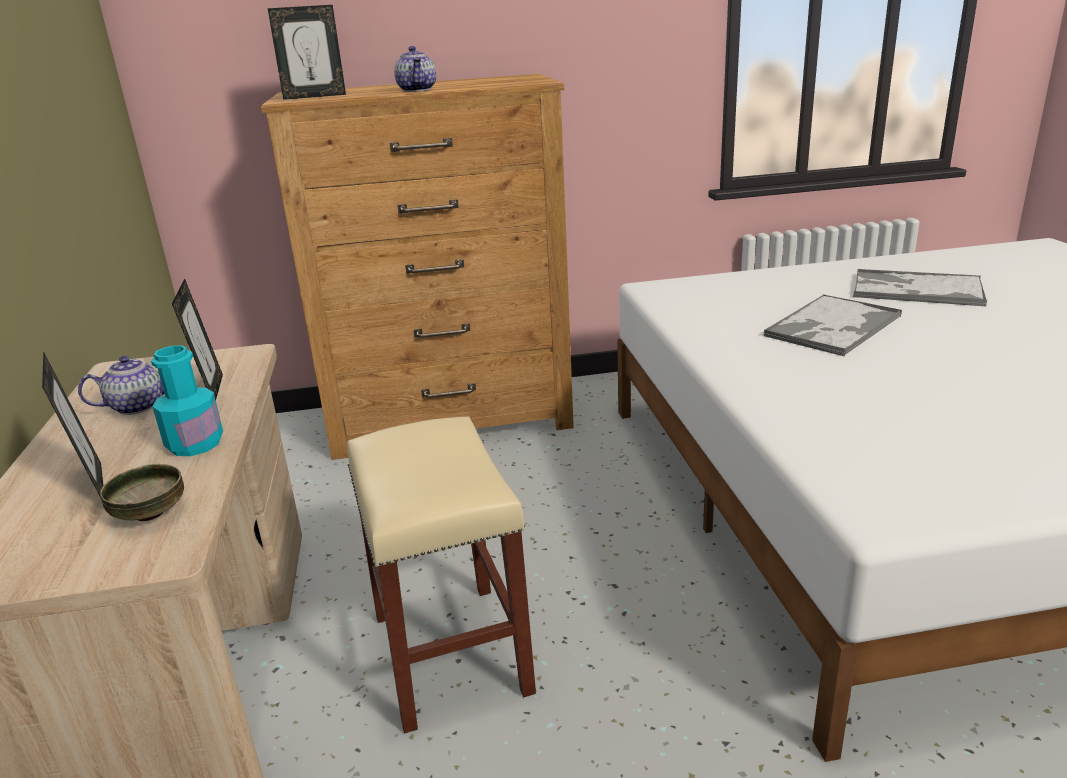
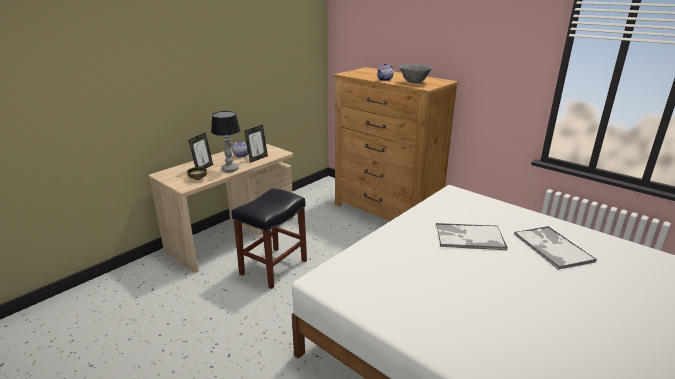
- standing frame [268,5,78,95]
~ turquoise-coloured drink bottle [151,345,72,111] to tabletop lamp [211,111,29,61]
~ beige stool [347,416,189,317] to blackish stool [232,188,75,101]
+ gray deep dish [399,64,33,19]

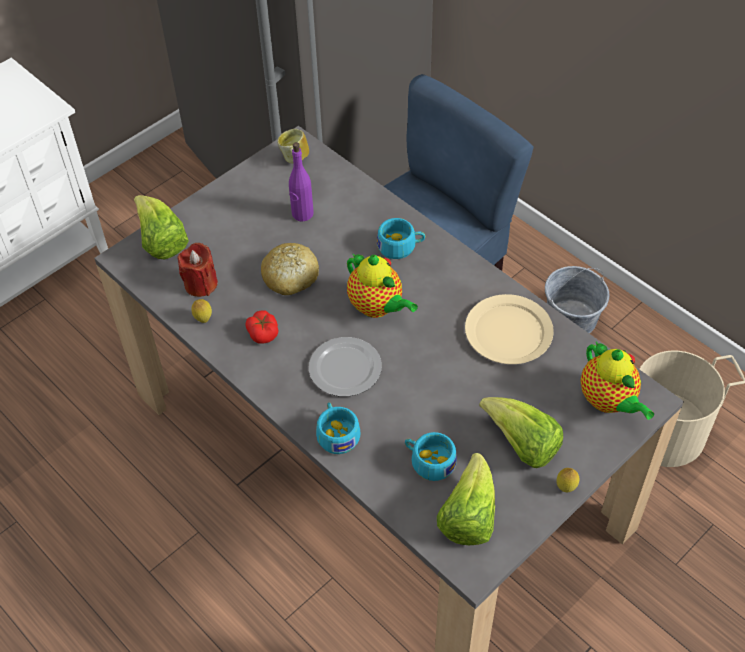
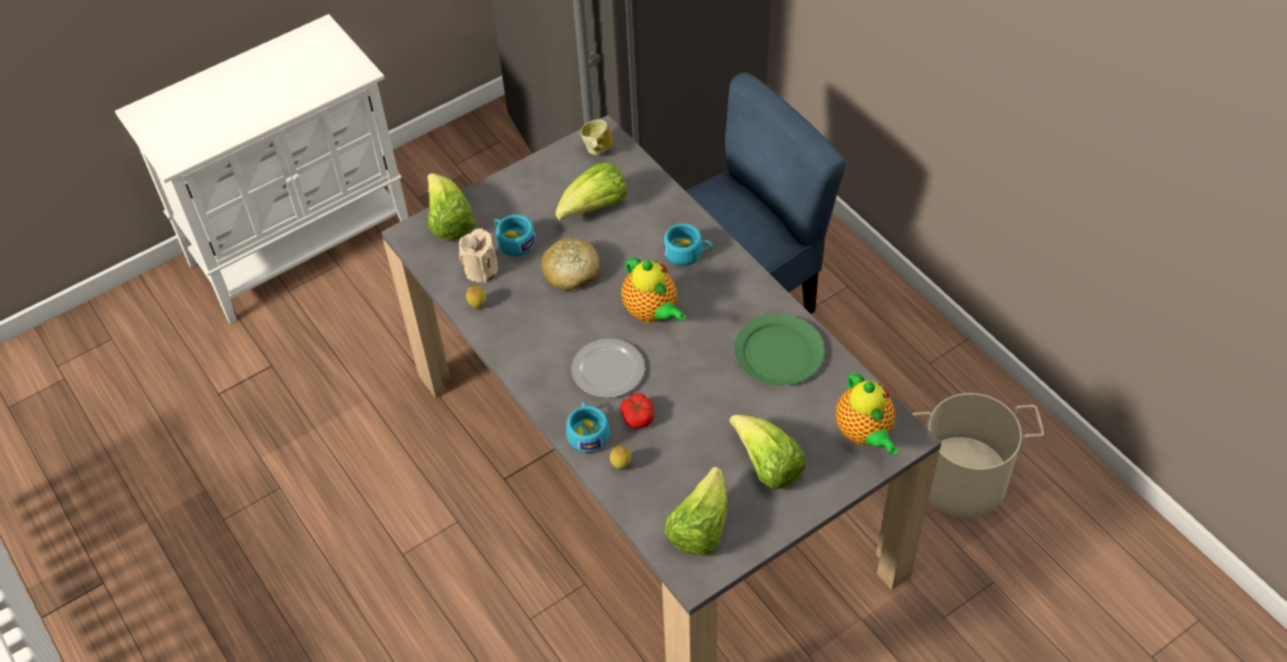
~ purple drink bottle [289,142,25,79] to head of lettuce [555,162,73,58]
~ red candle [178,243,40,54] to beige candle [459,228,39,54]
- gray bucket [545,266,64,68]
~ beige flat dish [465,294,89,70] to green flat dish [734,314,90,72]
~ tomato [245,310,34,34] to [620,393,34,36]
~ turquoise-coloured drinking cup [405,432,52,49] to [494,215,42,41]
~ citrus fruit [556,468,23,24] to [610,445,21,24]

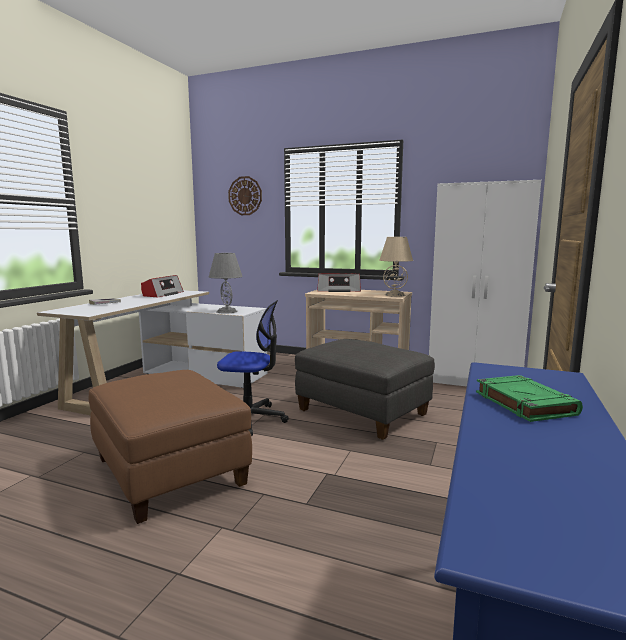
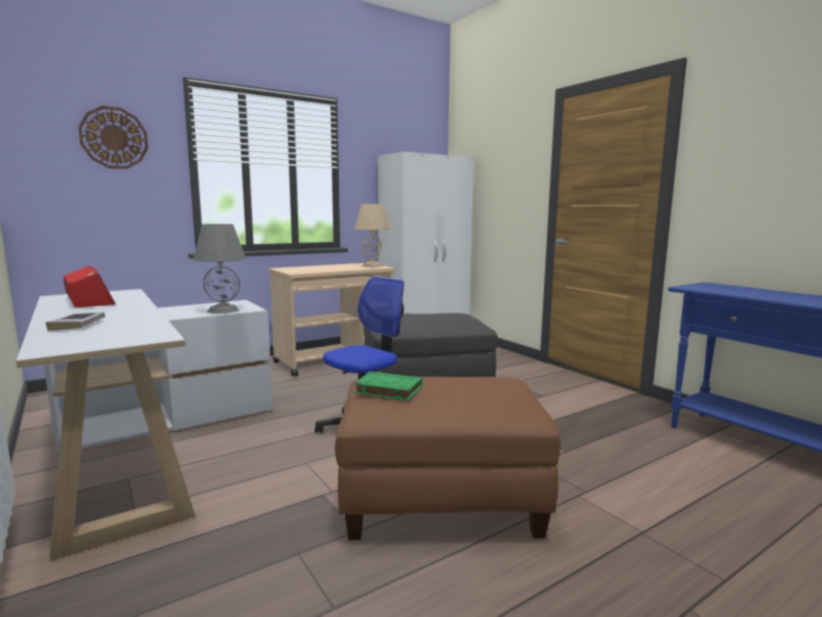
- radio set [317,274,44,18]
~ green bound book [476,375,107,47] to [354,372,68,29]

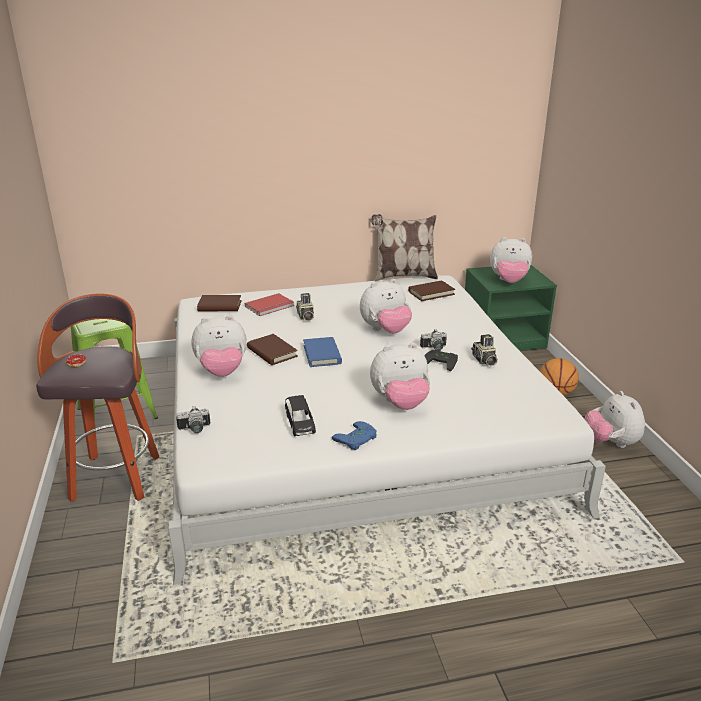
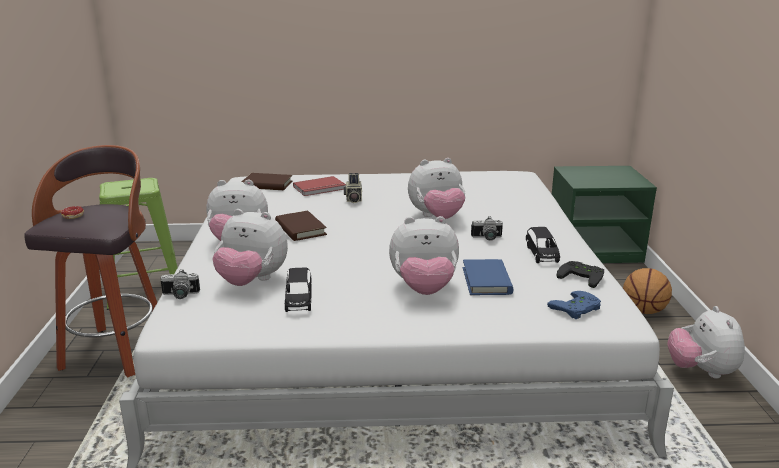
- cushion [372,214,66,67]
~ soft toy [490,237,42,46] to [212,209,76,77]
- brown-coloured bound book [408,280,47,21]
~ still camera [471,334,27,32] to blackish model car [526,227,34,36]
~ blue bound book [303,337,39,30] to [463,259,50,36]
~ blackish joypad [424,350,34,21] to [556,261,48,27]
~ blue joypad [332,421,45,29] to [547,291,54,28]

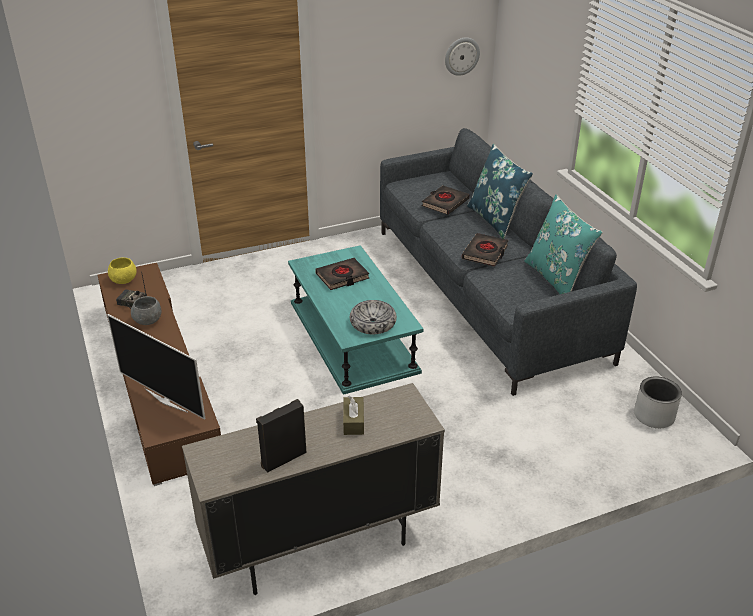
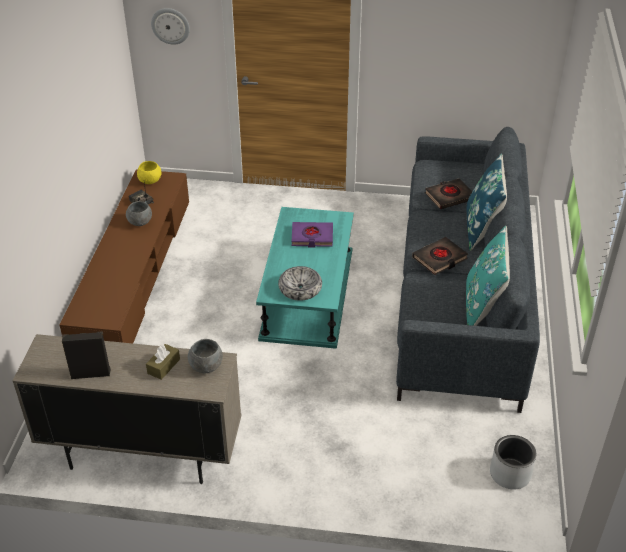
~ hanging clock [445,37,35,39] to [151,8,39,37]
~ blackish bound book [315,258,54,32] to purple bound book [292,222,41,26]
- TV [107,314,98,106]
+ gray deep dish [188,339,35,34]

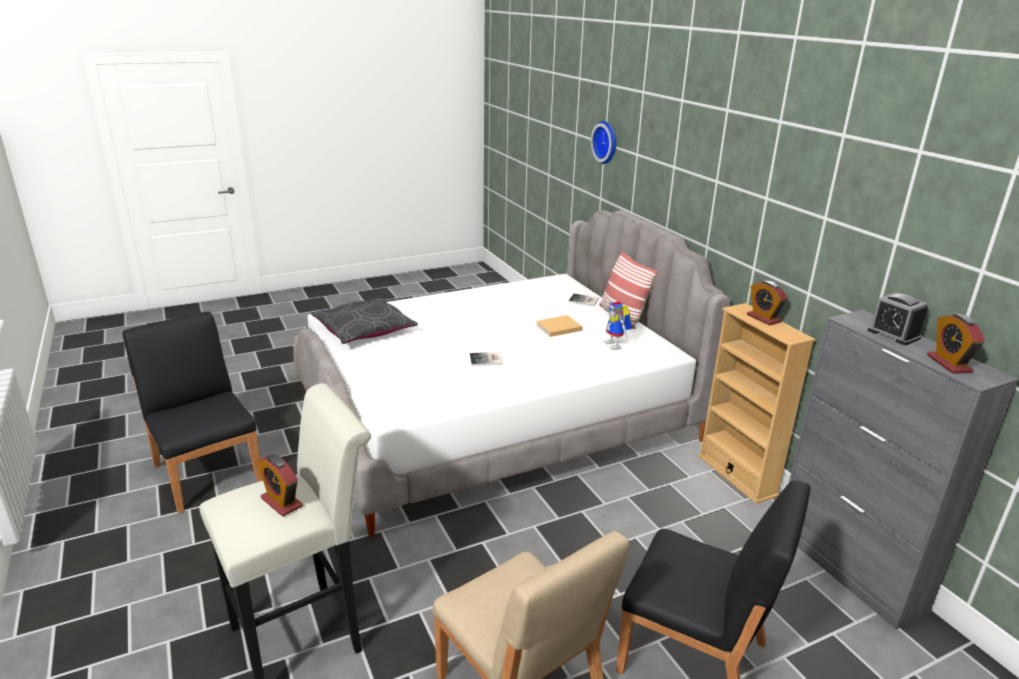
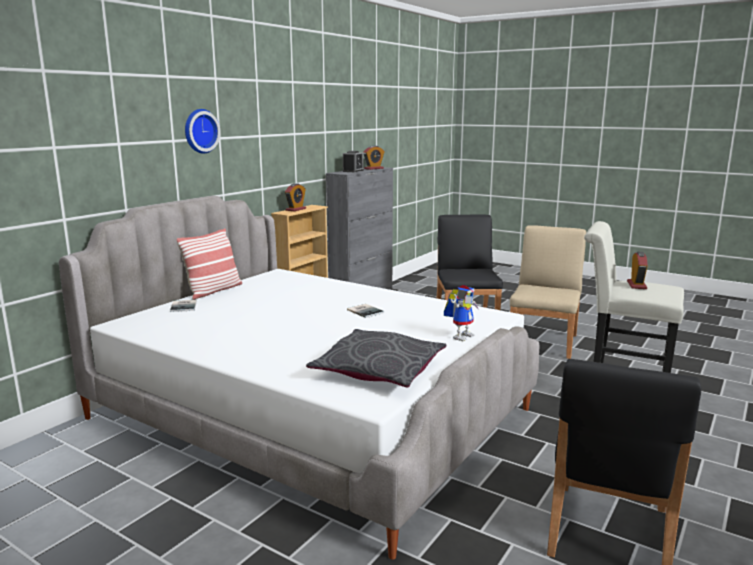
~ hanging clock [591,121,26,43] to [185,109,35,45]
~ toy robot [604,300,28,50] to [444,285,34,56]
- beige bound book [536,315,47,22]

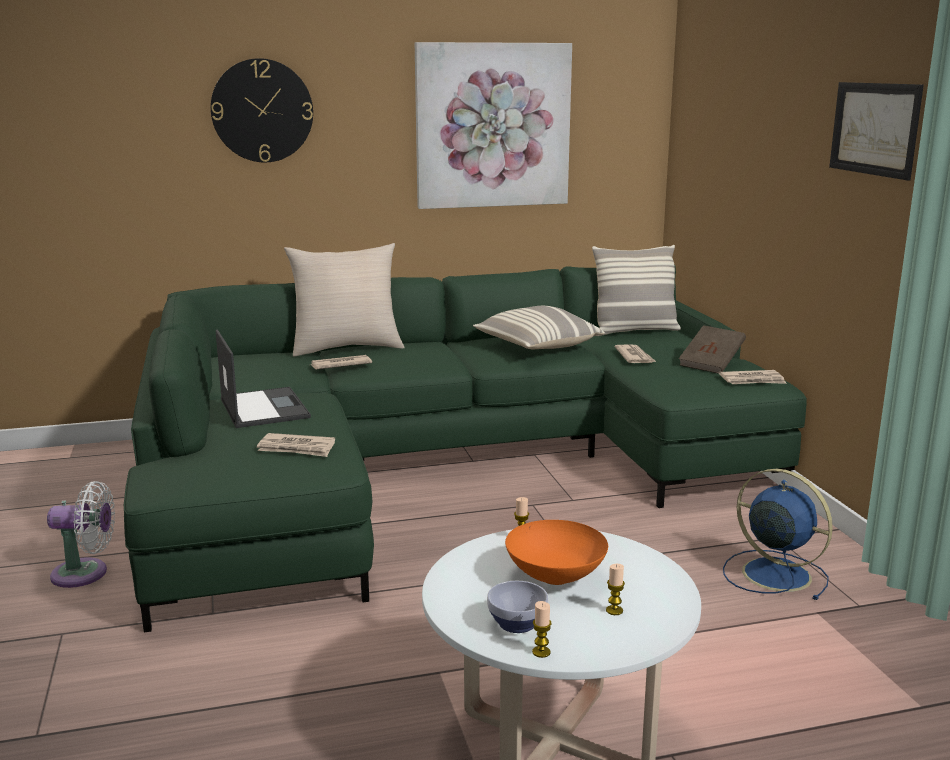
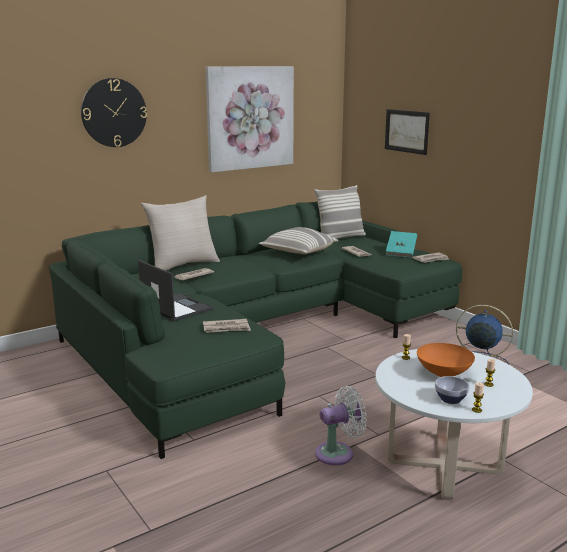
~ wall picture [829,82,95,98] to [385,109,45,46]
~ brown-coloured bound book [679,325,67,49] to turquoise-coloured bound book [386,231,31,27]
~ white-coloured electric fan [47,481,68,107] to [315,386,52,79]

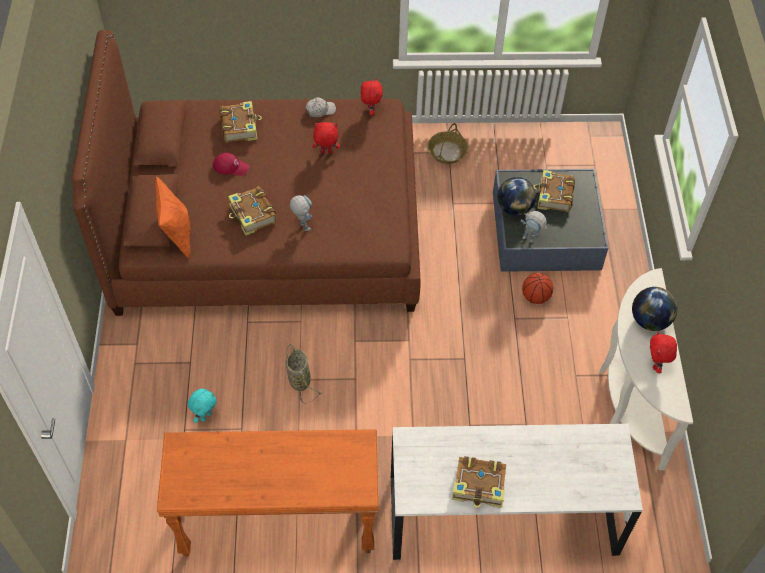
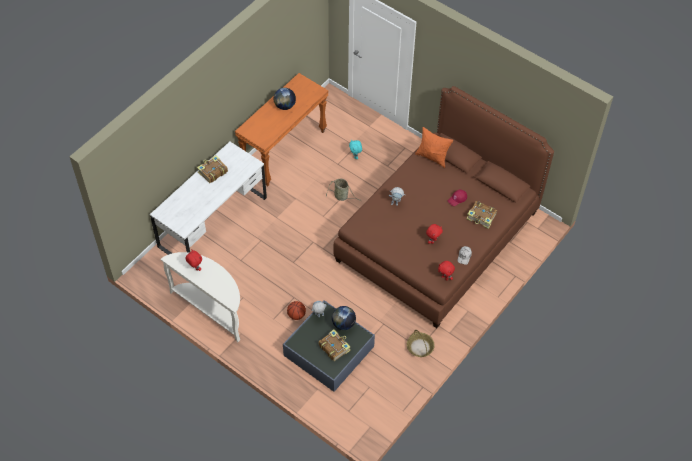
- bound book [228,187,49,49]
~ globe [632,287,46,44] to [274,88,22,22]

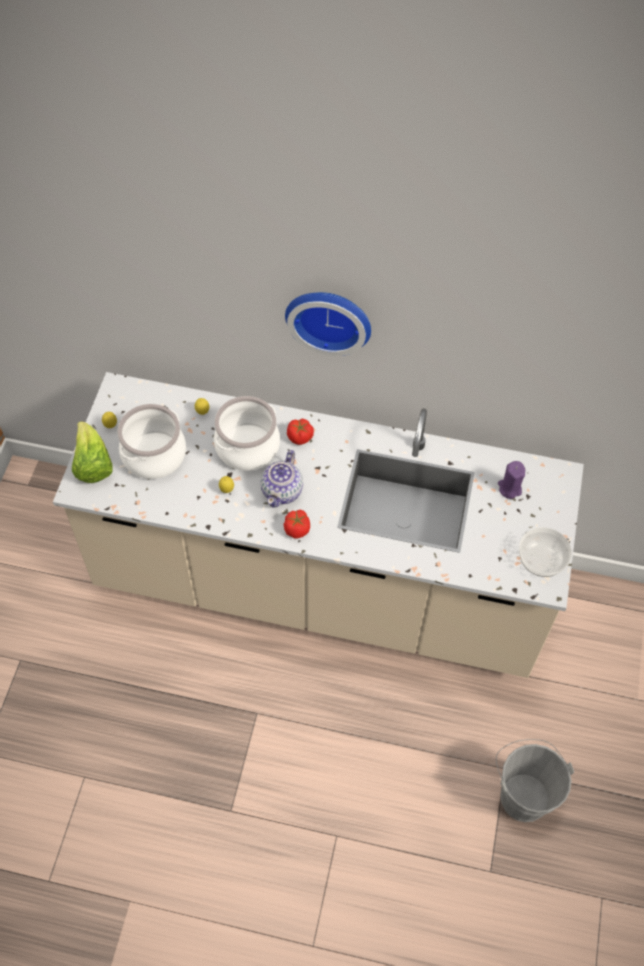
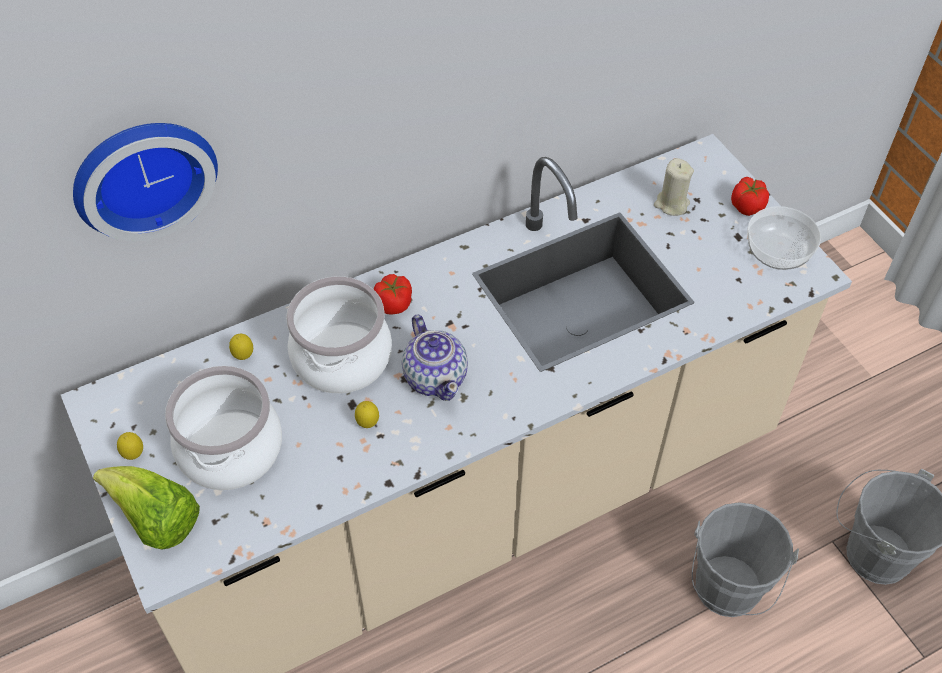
~ hanging clock [285,292,86,64] to [73,123,145,118]
~ purple candle [498,461,27,38] to beige candle [654,158,40,58]
~ tomato [284,510,26,28] to [731,177,38,39]
+ gray bucket [692,502,107,115]

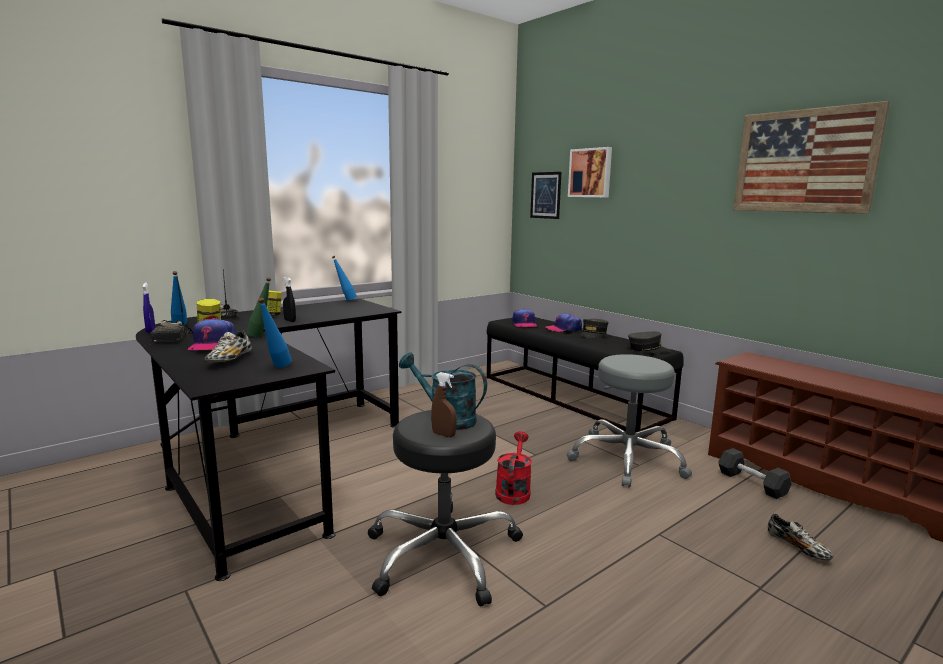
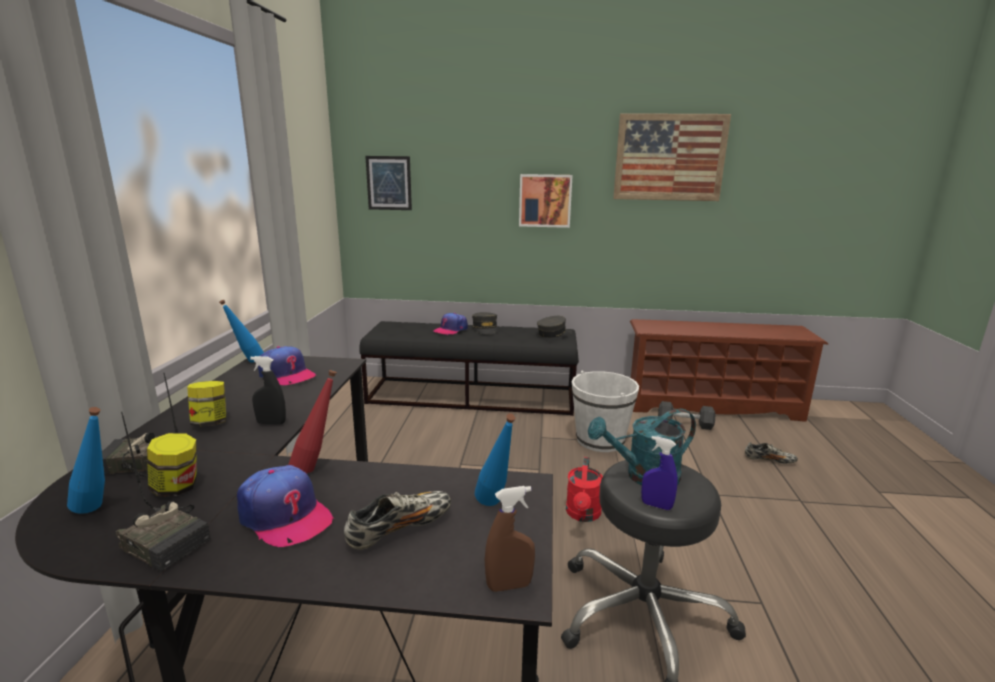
~ wall picture [568,147,44,50] to [519,174,54,54]
~ green drink bottle [247,277,24,60] to red drink bottle [289,370,48,103]
~ blue hand sprayer [142,282,13,51] to [641,436,37,74]
~ cap [512,309,25,18] to [258,346,58,39]
~ low shoe [204,330,48,33] = [344,491,107,59] 90 degrees counterclockwise
~ gray stool [567,354,125,133] to white-coloured bucket [572,371,67,81]
~ brown-coloured hand sprayer [431,372,26,65] to [485,486,50,106]
~ red sprinkling can [495,431,37,74] = [566,457,37,65] 135 degrees counterclockwise

